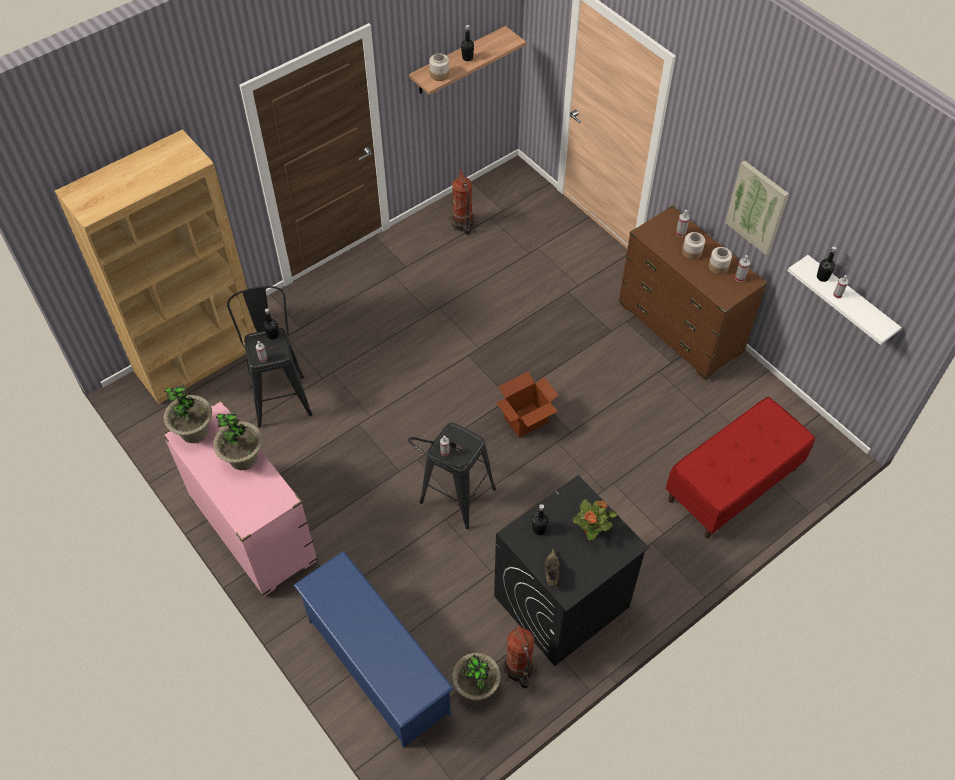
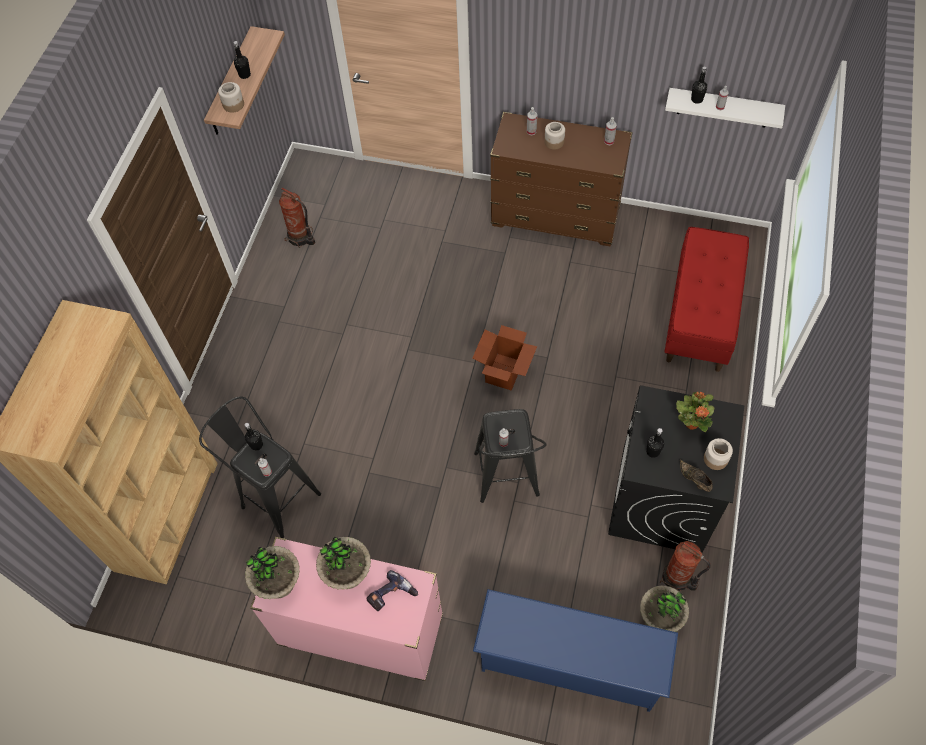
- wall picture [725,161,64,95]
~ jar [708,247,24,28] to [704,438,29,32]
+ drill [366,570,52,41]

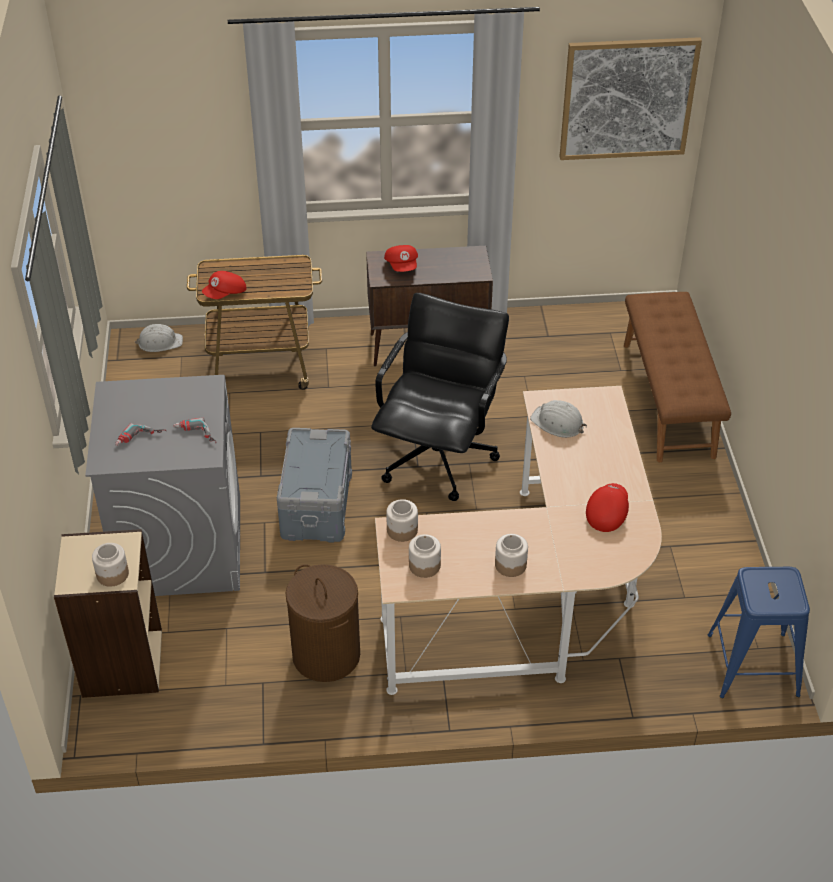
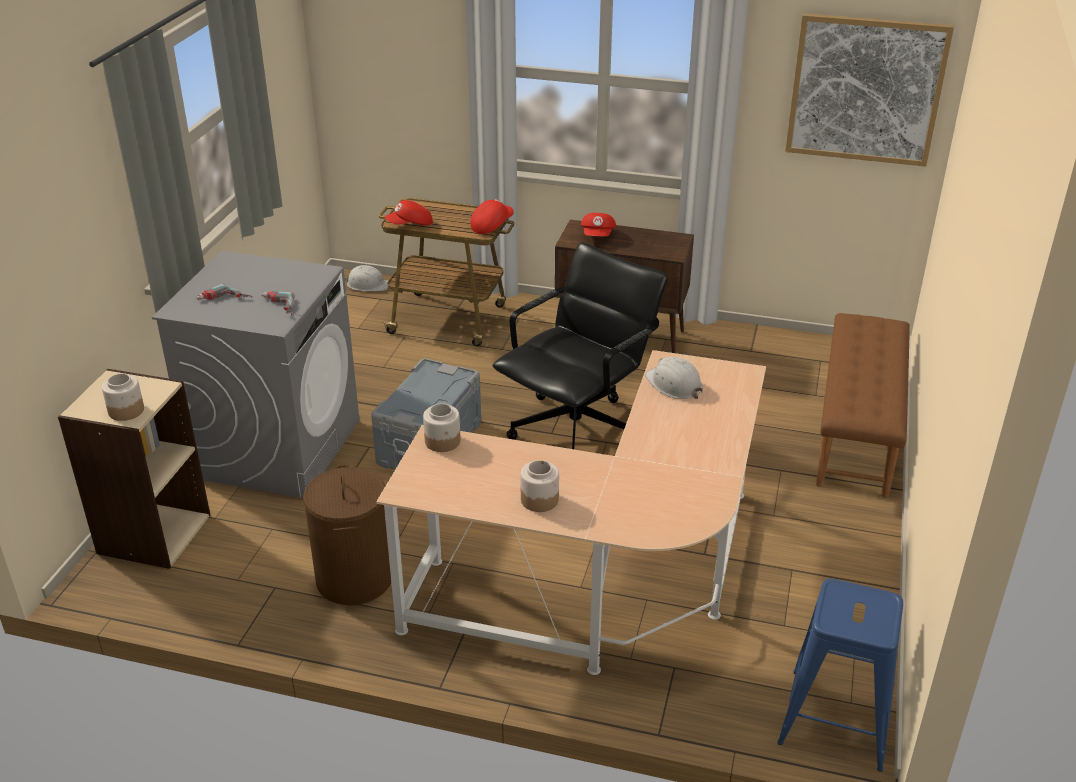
~ red cap [586,483,43,49] to [471,199,43,35]
- jar [409,534,32,44]

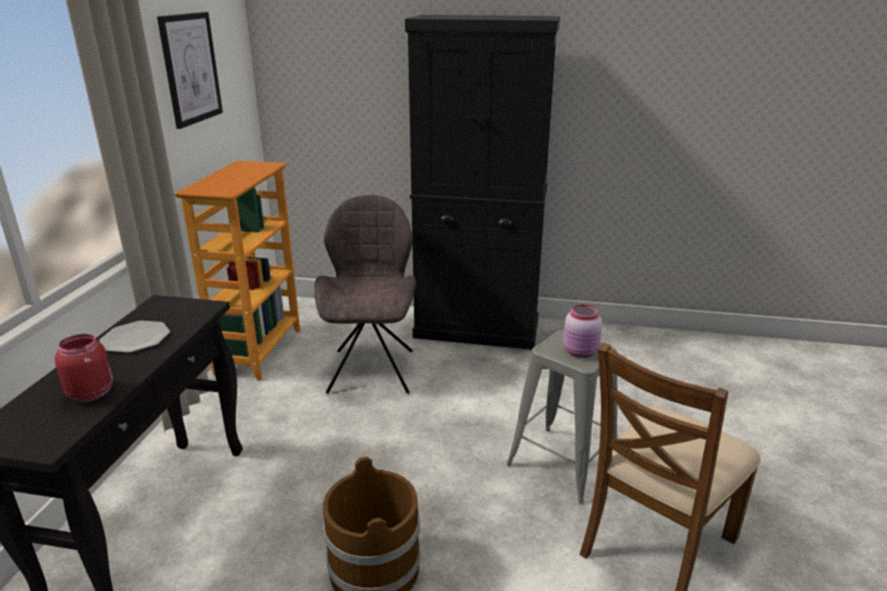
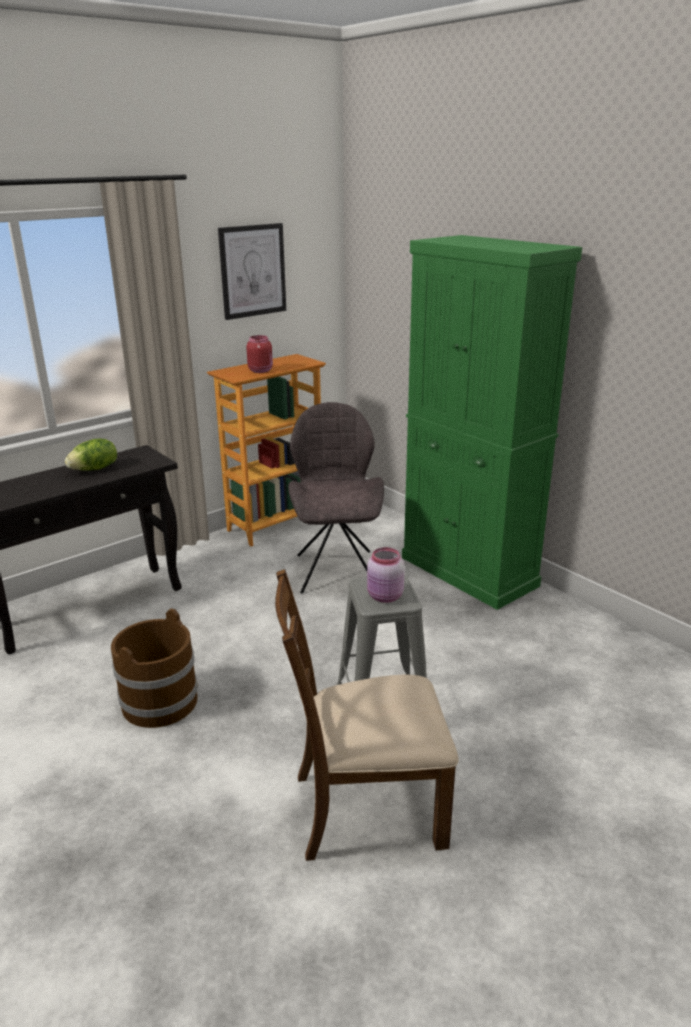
~ blackish cupboard [405,15,155,335] to green cupboard [402,235,180,375]
~ gray plain chair [314,195,102,199] = [288,402,96,192] 45 degrees counterclockwise
~ flat dish [99,321,71,32] to head of lettuce [65,438,52,33]
~ red jar [55,334,58,68] to [246,335,27,38]

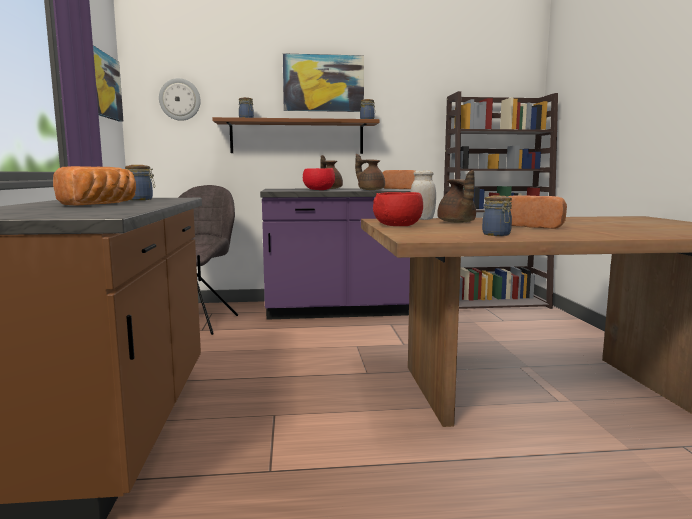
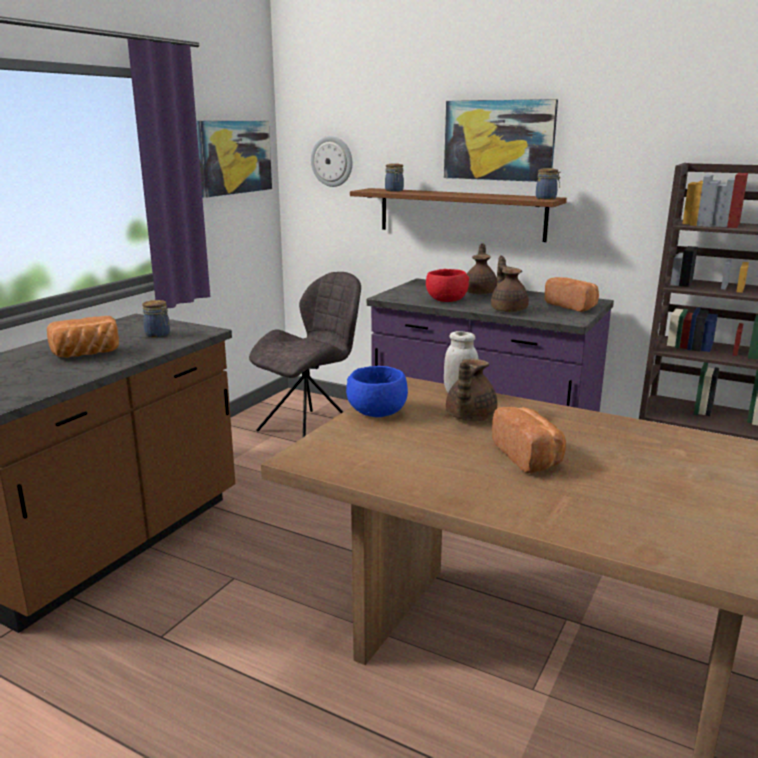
~ red deep dish [373,192,50,34] to blue deep dish [346,366,62,51]
- jar [482,196,30,40]

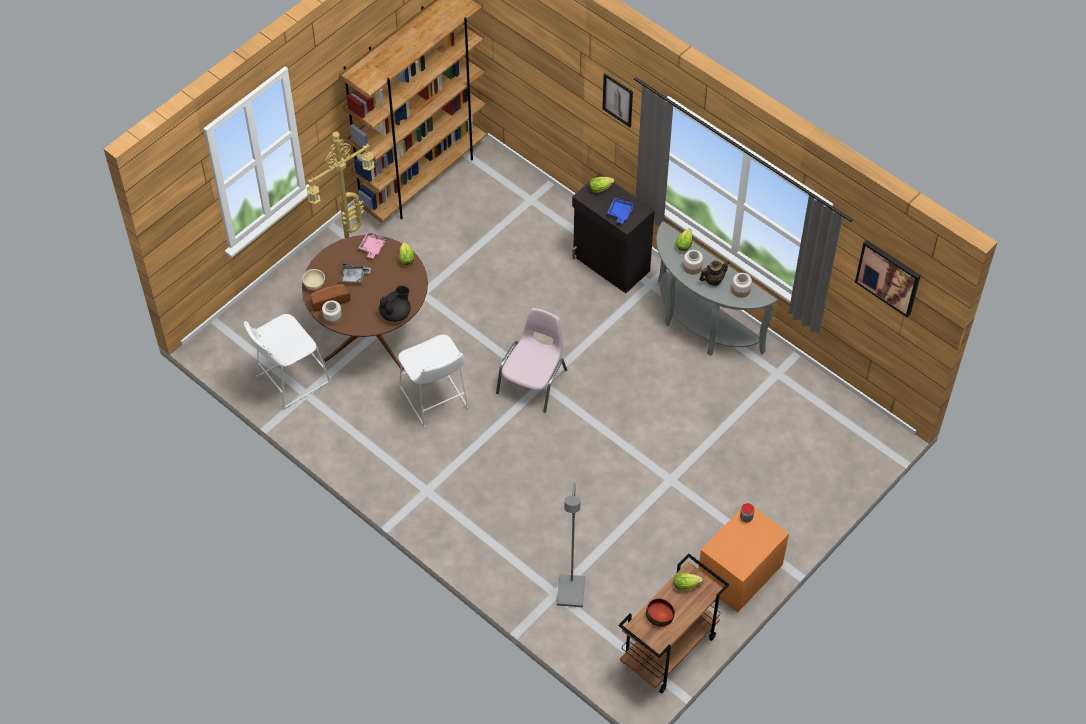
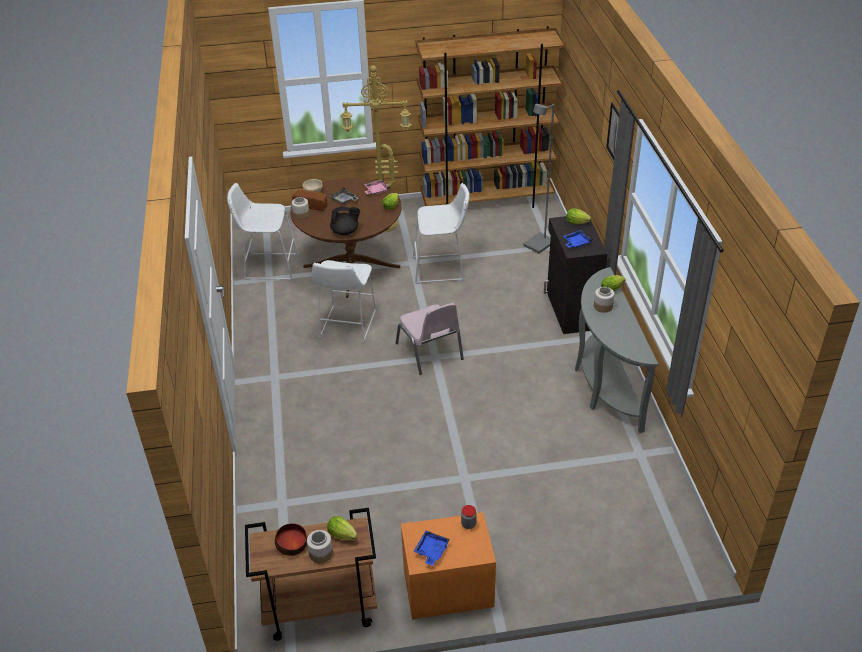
- wall picture [855,240,66,78]
- tea pot [699,261,31,25]
~ jar [732,273,20,25] to [307,530,26,33]
~ pink-coloured plain chair [496,308,71,105] = [396,303,68,72] 90 degrees clockwise
~ gray floor lamp [557,482,28,125] to [523,104,31,150]
+ white-coloured stool [412,183,57,101]
+ blue serving tray [414,531,35,35]

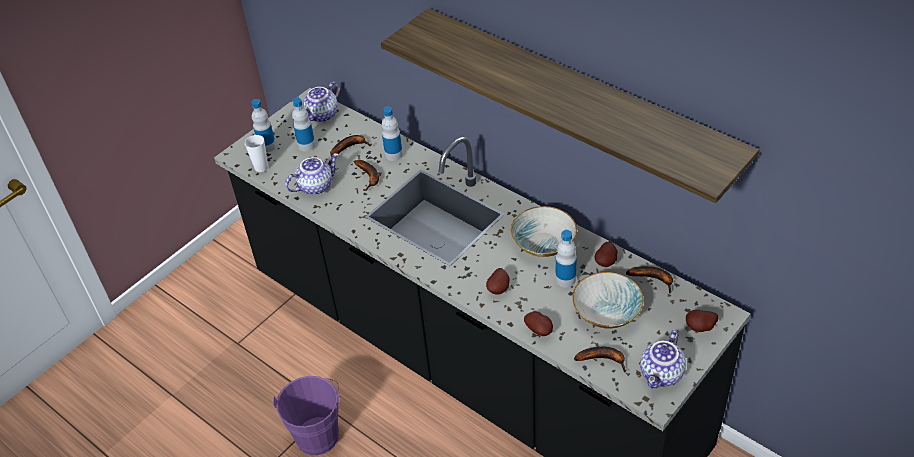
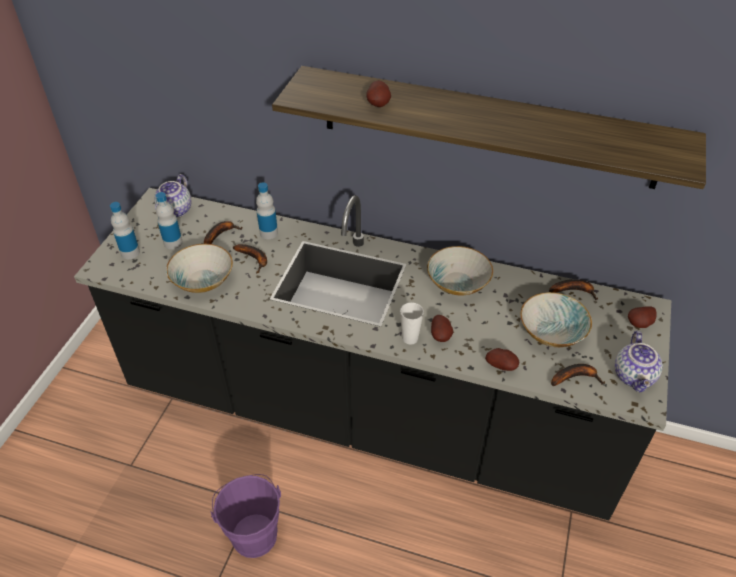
~ drinking cup [245,135,23,37] to [400,302,24,43]
~ tea pot [285,153,54,42] to deep dish [166,244,67,49]
- drink bottle [555,230,22,57]
~ whole potato [595,241,23,26] to [366,80,25,27]

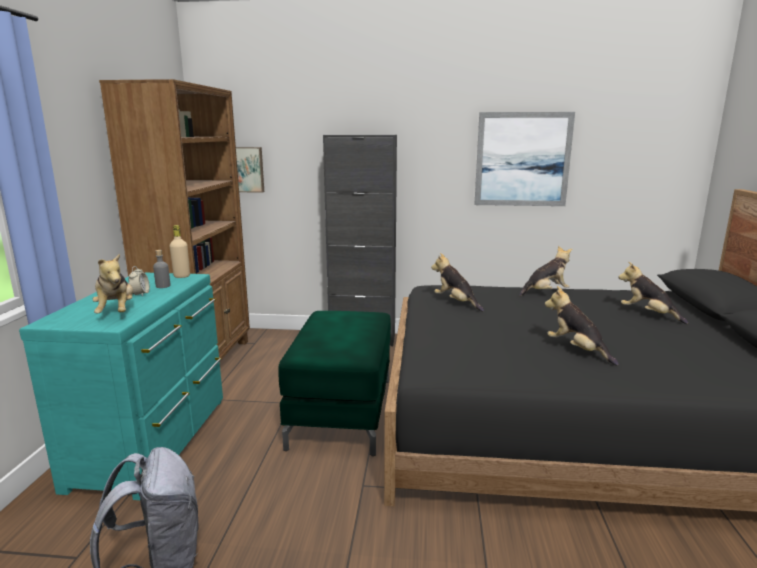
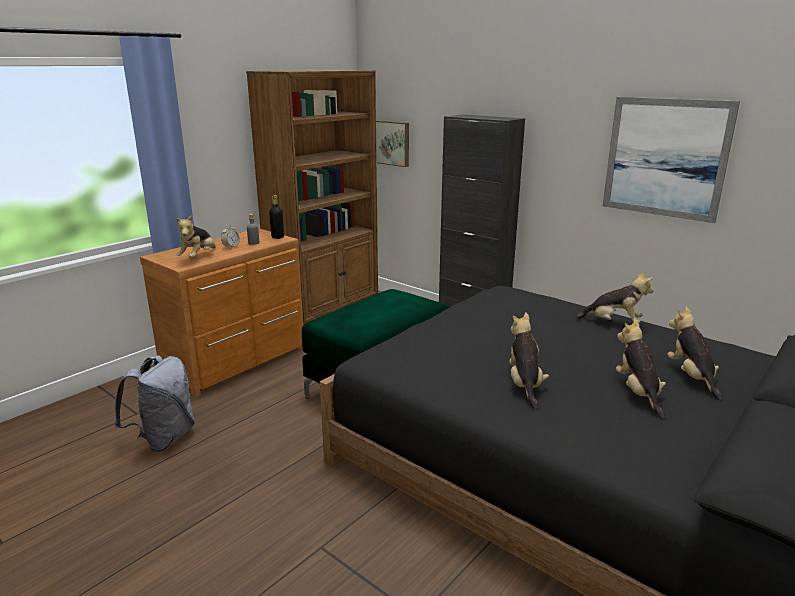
~ beige drink bottle [170,225,20,53] to blackish drink bottle [269,195,15,44]
~ soft toy [431,253,53,58] to [616,319,50,100]
~ turquoise-coloured chest of drawers [19,272,204,228] to brown-coloured chest of drawers [140,228,163,168]

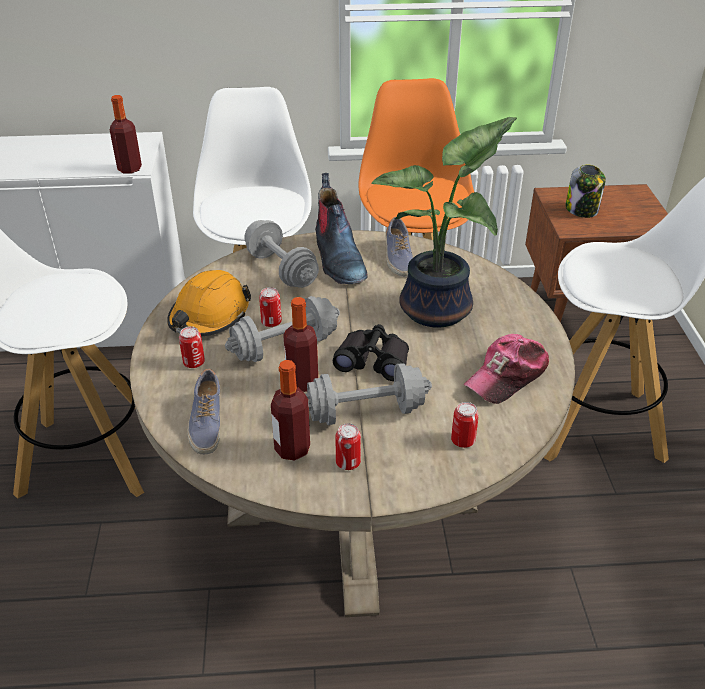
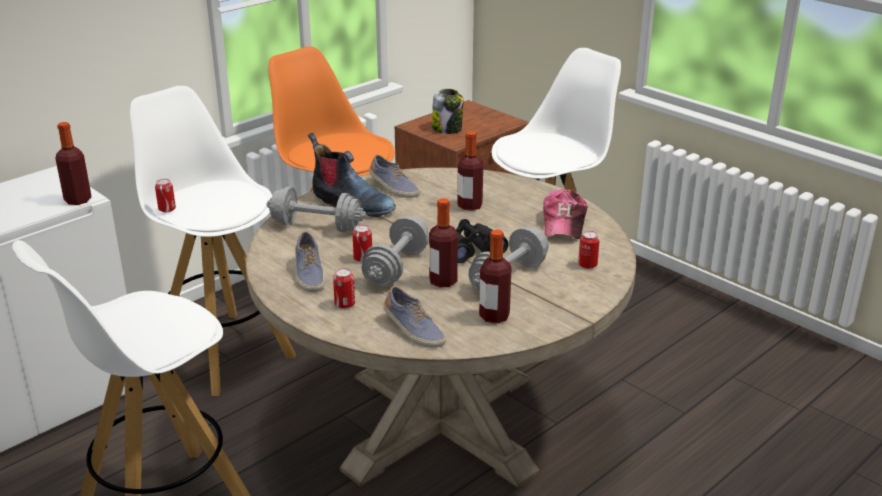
~ potted plant [371,117,146,210] to drink bottle [457,131,26,80]
~ orange safety helmet [167,270,84,66] to low shoe [295,231,29,61]
~ can [336,423,25,47] to [155,179,21,34]

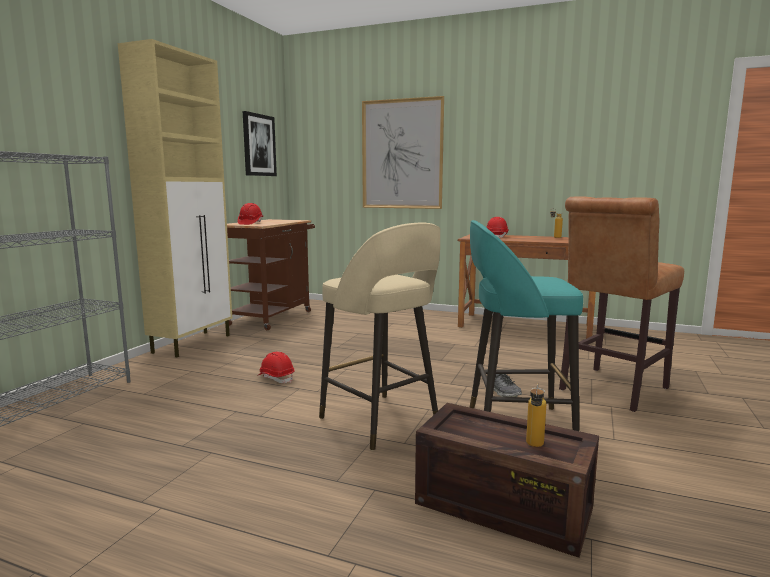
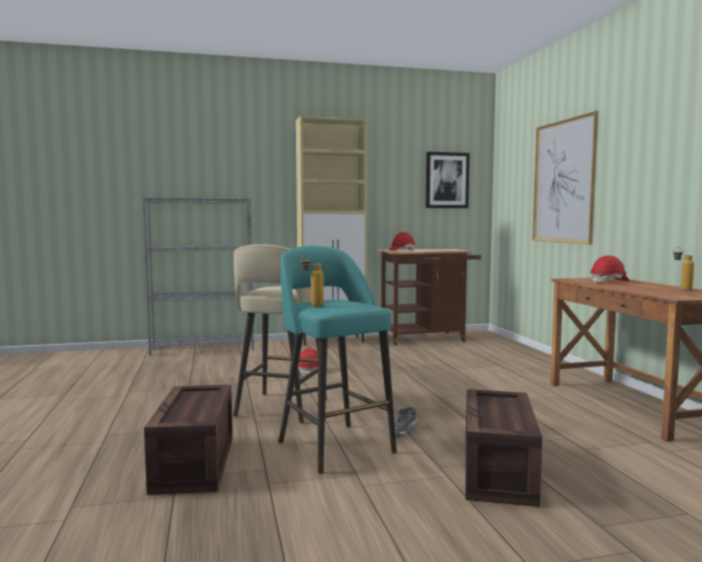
~ brown-coloured stool [559,197,125,215] to packing crate [465,389,77,118]
~ drink bottle [526,383,20,64] to [300,255,24,51]

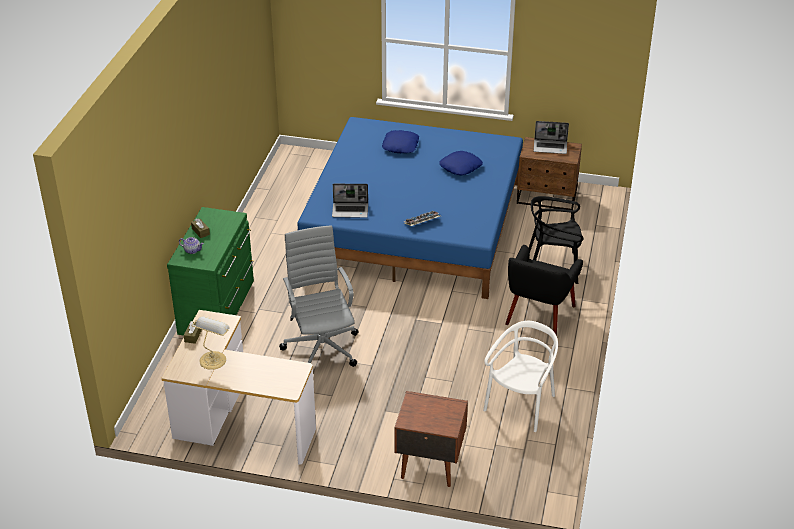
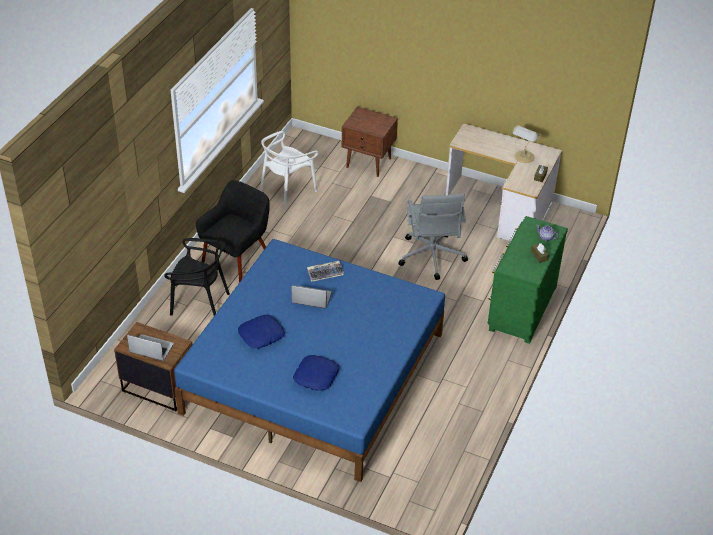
~ portable computer [332,184,36,34] to [291,285,41,23]

